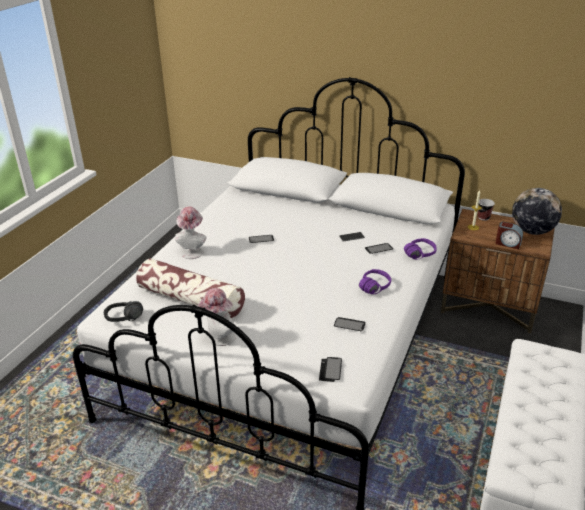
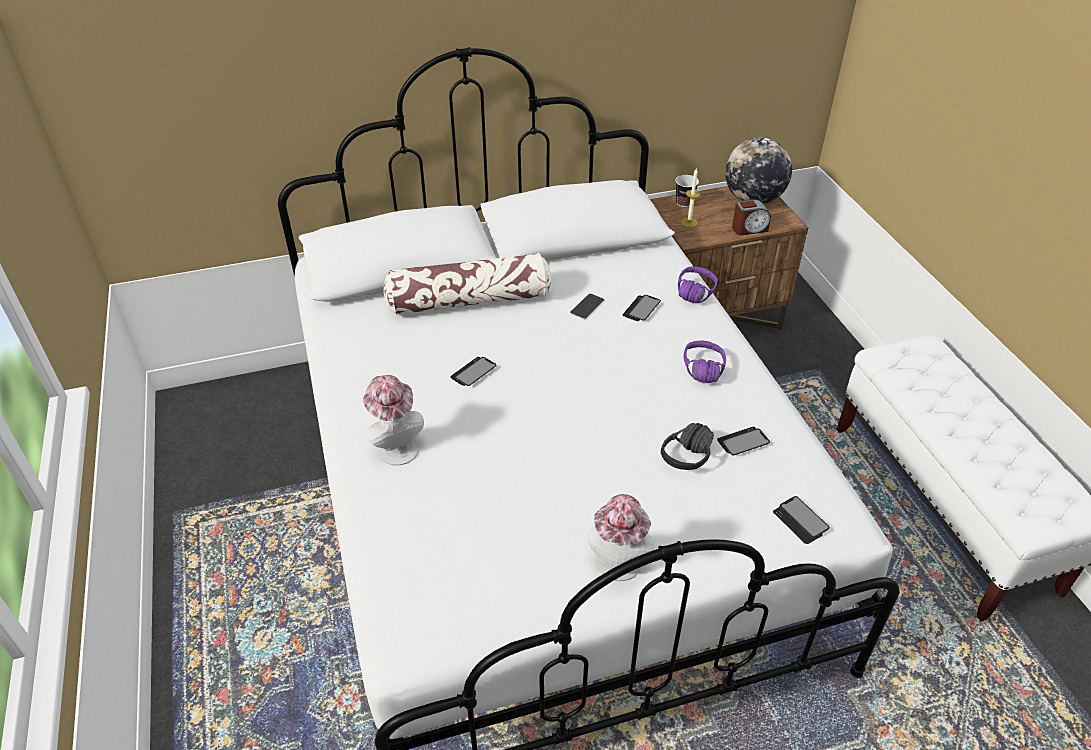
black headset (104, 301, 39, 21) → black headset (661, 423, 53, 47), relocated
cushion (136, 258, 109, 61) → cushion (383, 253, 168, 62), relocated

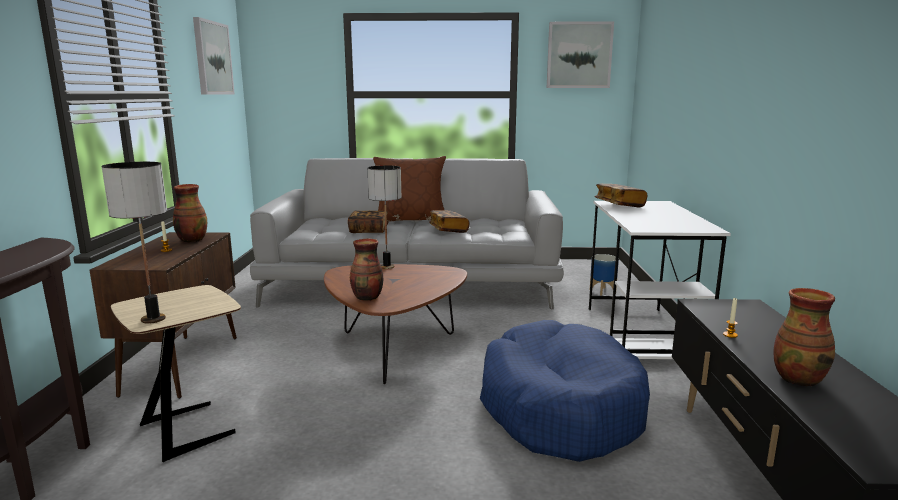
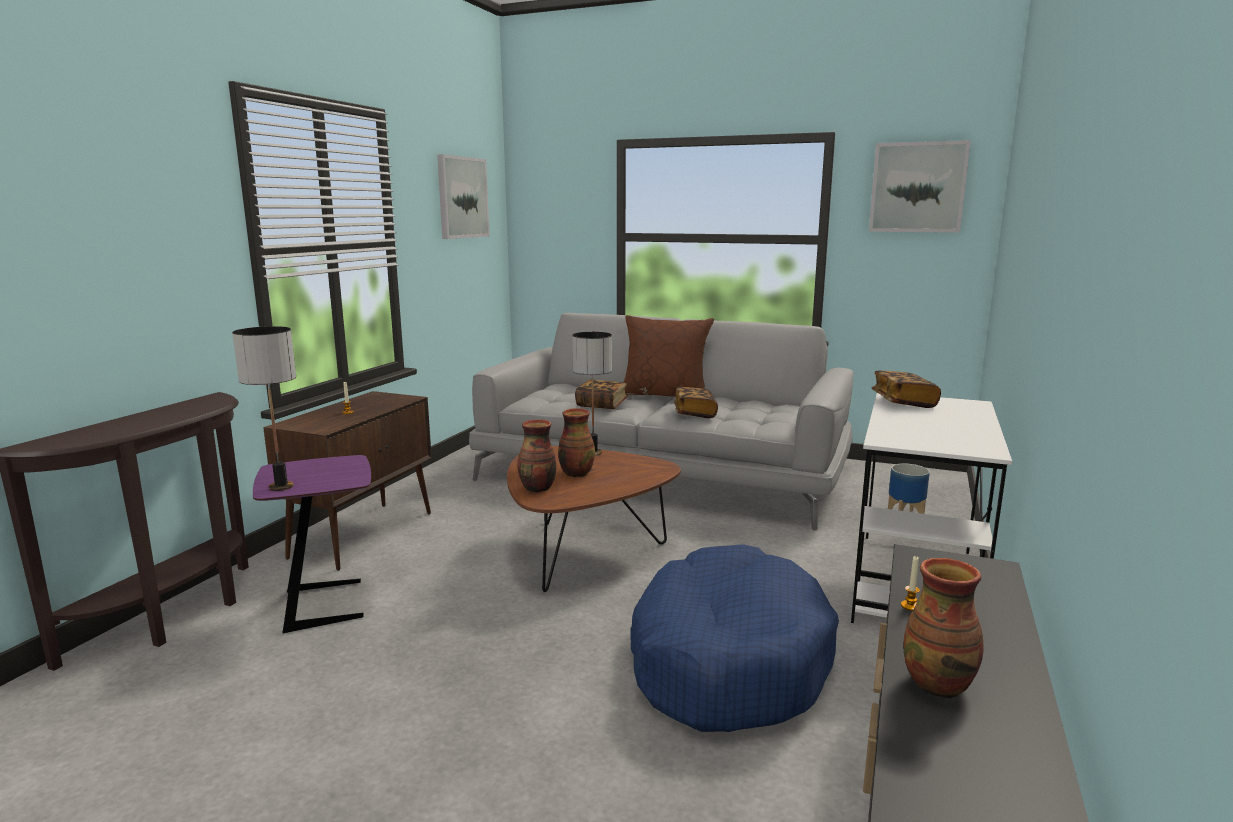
flower vase (173, 184, 34, 59) → flower vase (558, 408, 37, 69), relocated
beige-coloured accent table (111, 285, 130, 177) → purplish accent table (253, 455, 118, 179)

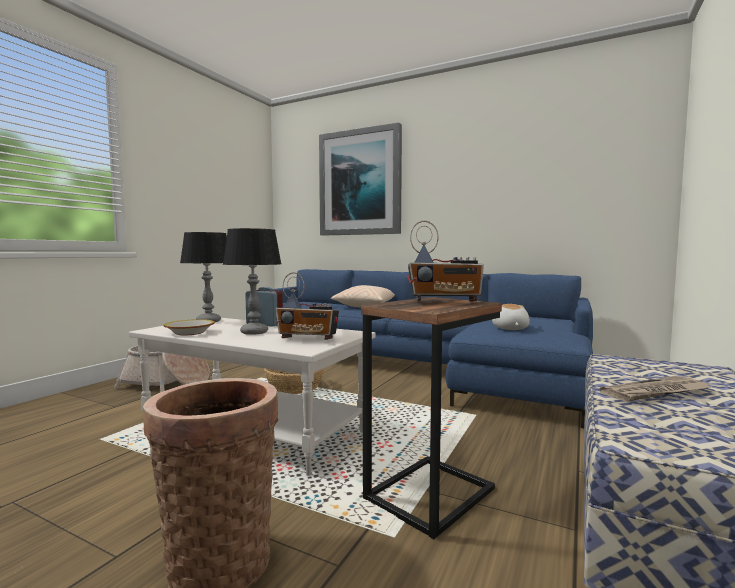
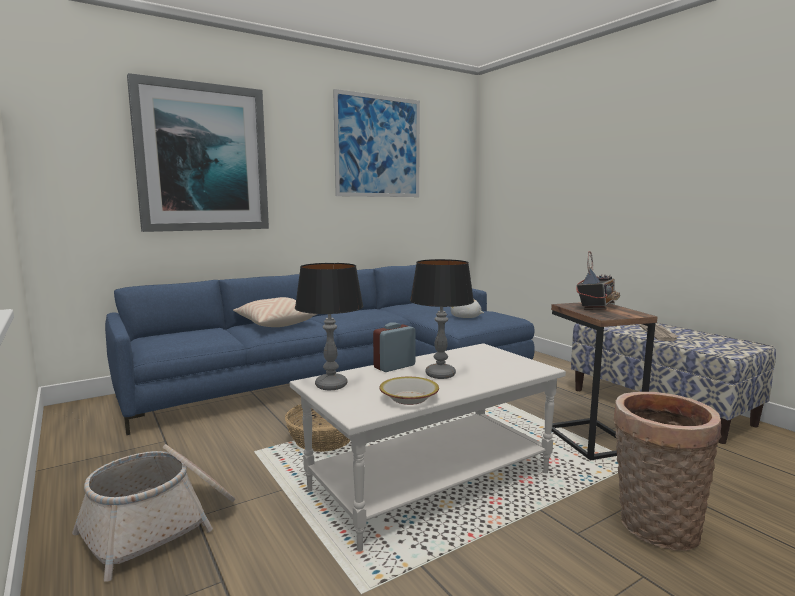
radio set (275, 272, 64, 68) → -
- → wall picture (333, 89, 87, 108)

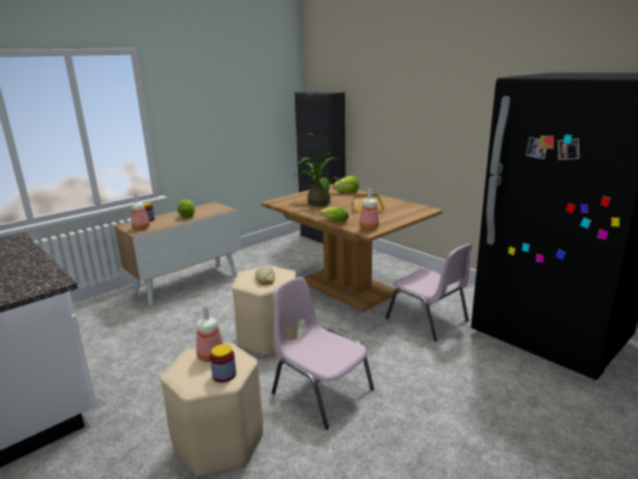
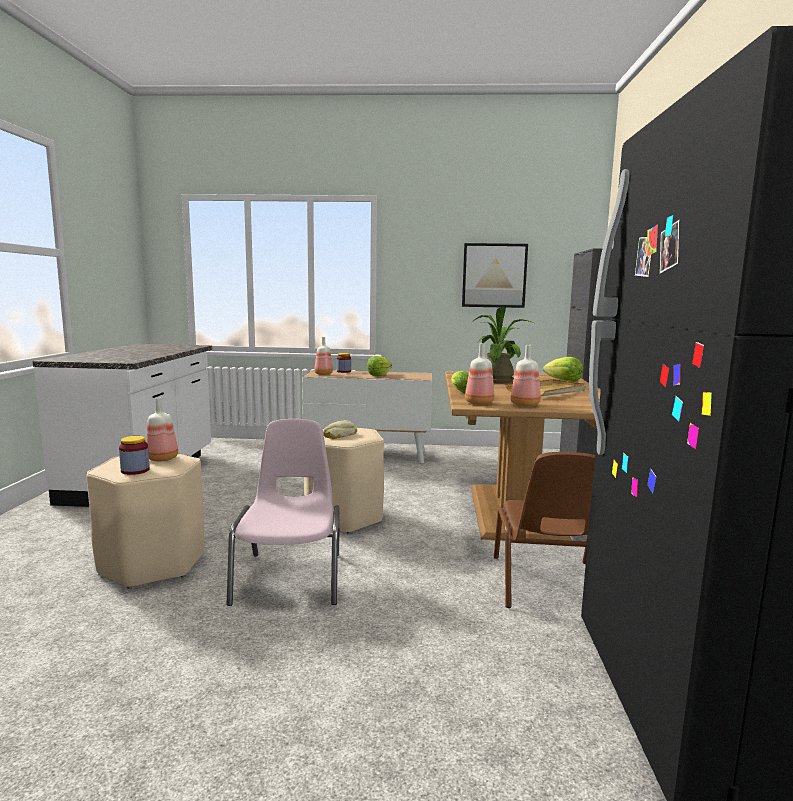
- → wall picture (462, 243, 66, 65)
- → bottle (511, 345, 30, 62)
pink plain chair (386, 244, 86, 98) → brown-coloured plain chair (494, 452, 101, 156)

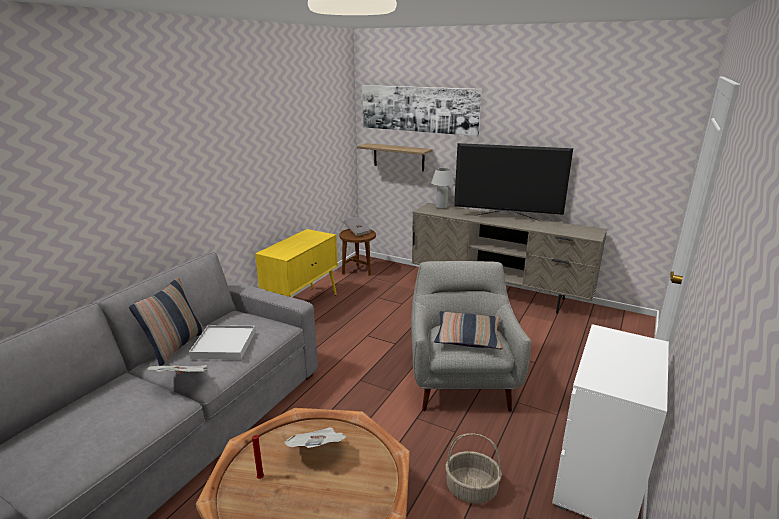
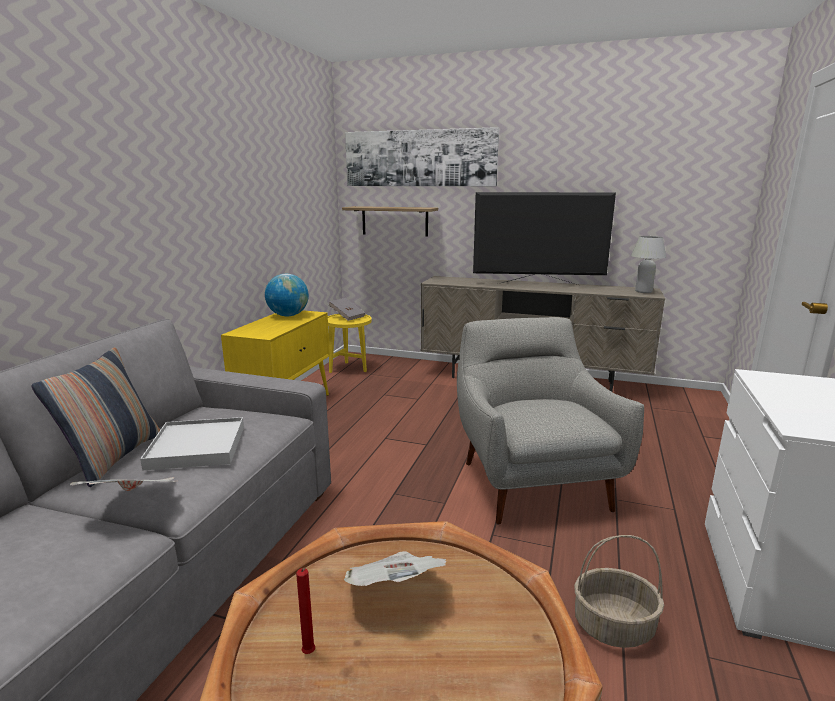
cushion (434, 311, 68, 38) → -
- → globe (265, 274, 44, 42)
white table lamp (431, 168, 23, 41) → white table lamp (631, 236, 35, 57), relocated
brown-coloured accent table (339, 229, 37, 47) → yellow-coloured accent table (328, 314, 44, 59)

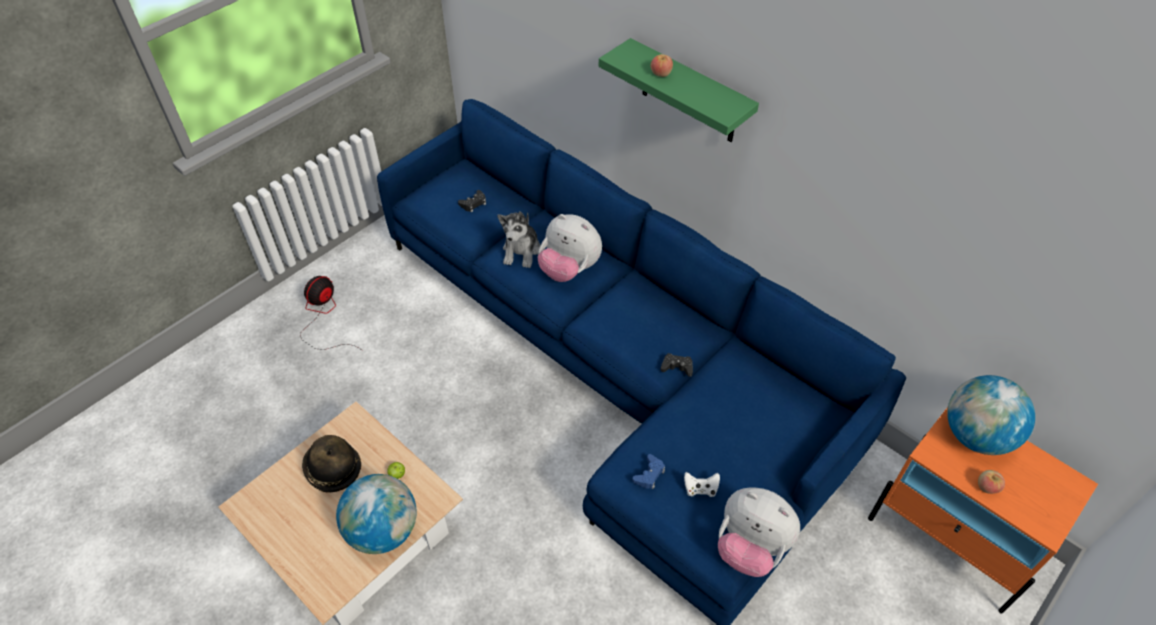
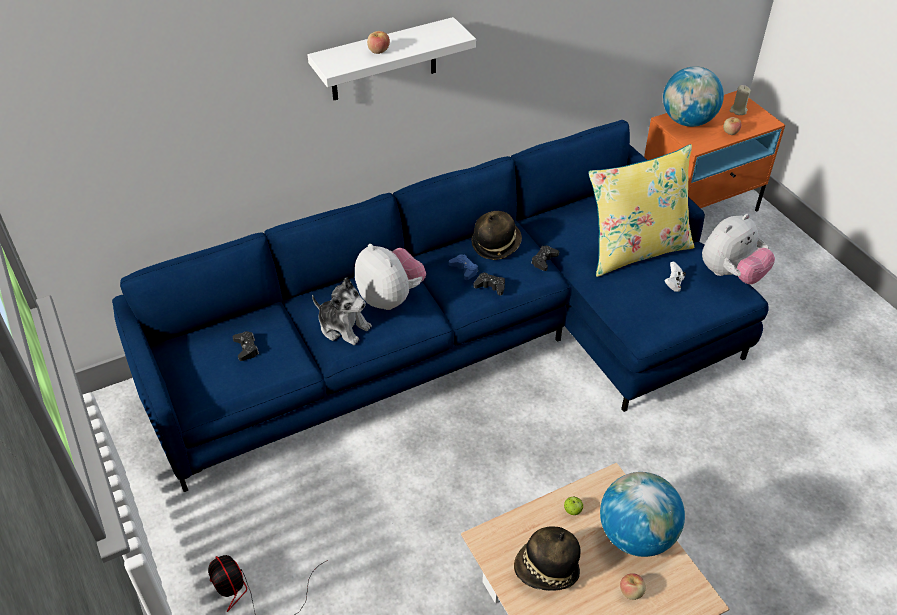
- → clothing hat (471, 211, 51, 49)
- → black gamepad (474, 272, 31, 23)
- → yellow-coloured cushion (588, 144, 106, 133)
- → apple fruit (620, 573, 26, 27)
- → beige-coloured candle (730, 85, 21, 30)
blue-coloured gamepad (632, 454, 33, 35) → blue-coloured gamepad (449, 254, 29, 26), relocated
green-coloured bracket shelf (599, 38, 160, 104) → white bracket shelf (308, 17, 168, 83)
plush toy (537, 214, 65, 68) → plush toy (355, 244, 71, 66), 90 degrees counterclockwise

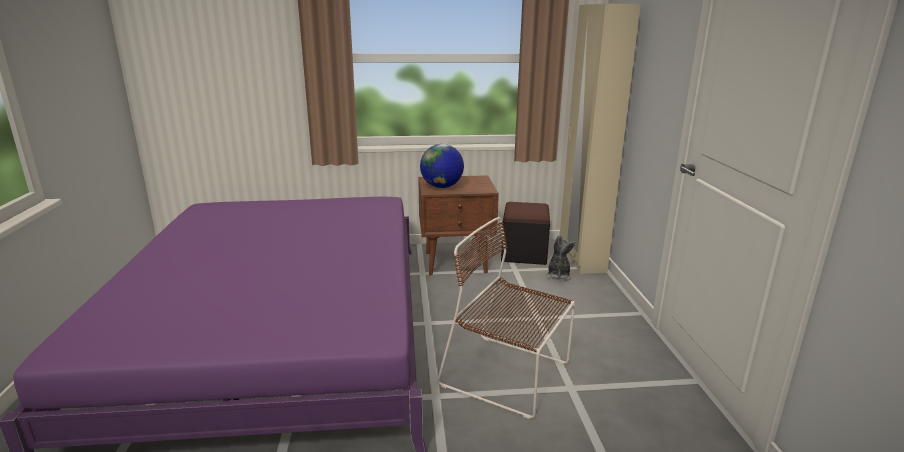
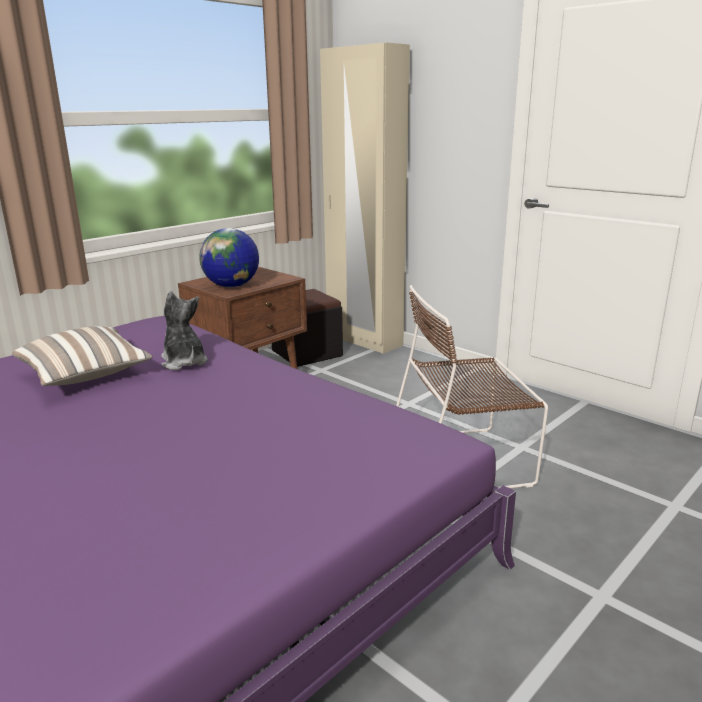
- → cushion (12, 326, 141, 60)
plush toy (545, 235, 30, 46) → plush toy (161, 291, 47, 79), relocated

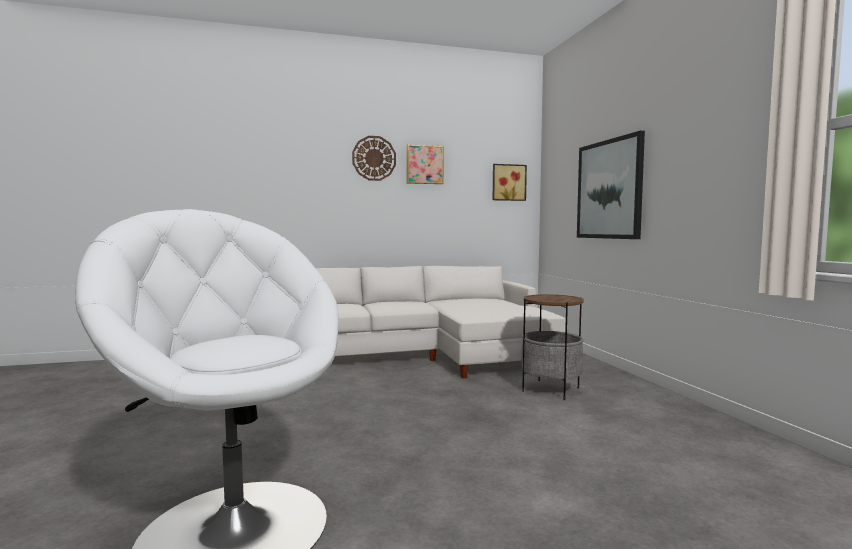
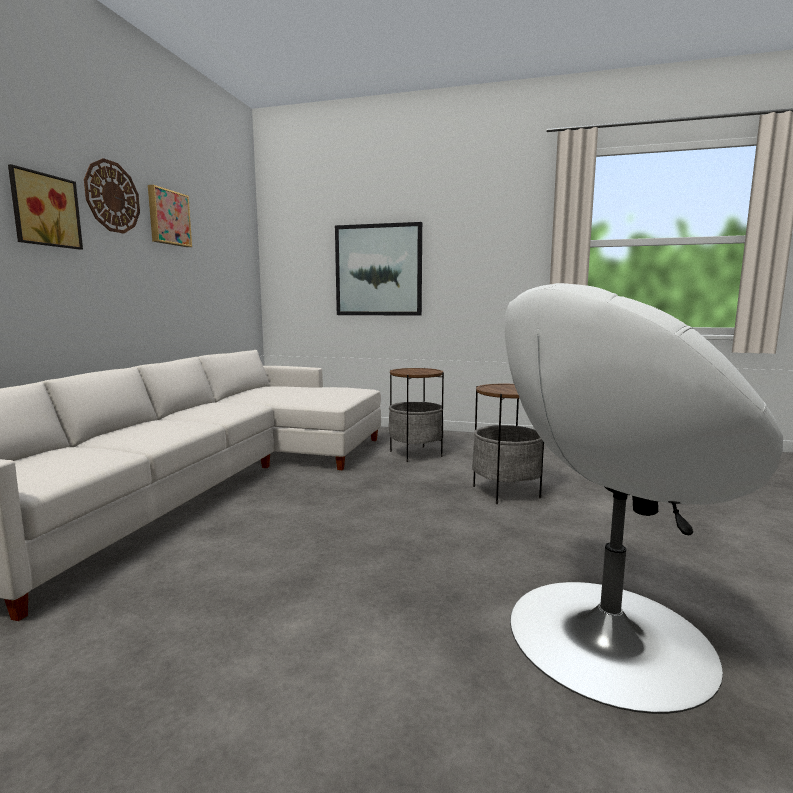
- → accent table (472, 384, 72, 120)
wall picture (493, 164, 34, 37) → wall picture (8, 164, 75, 86), relocated

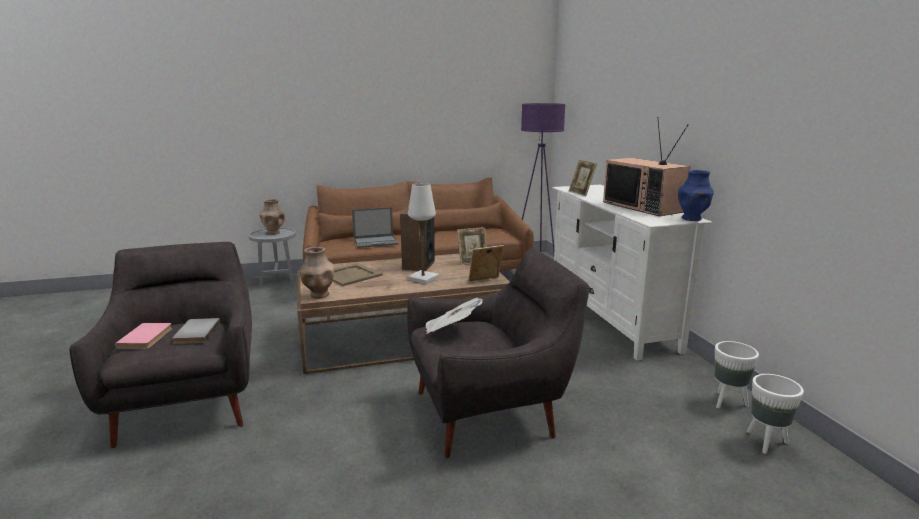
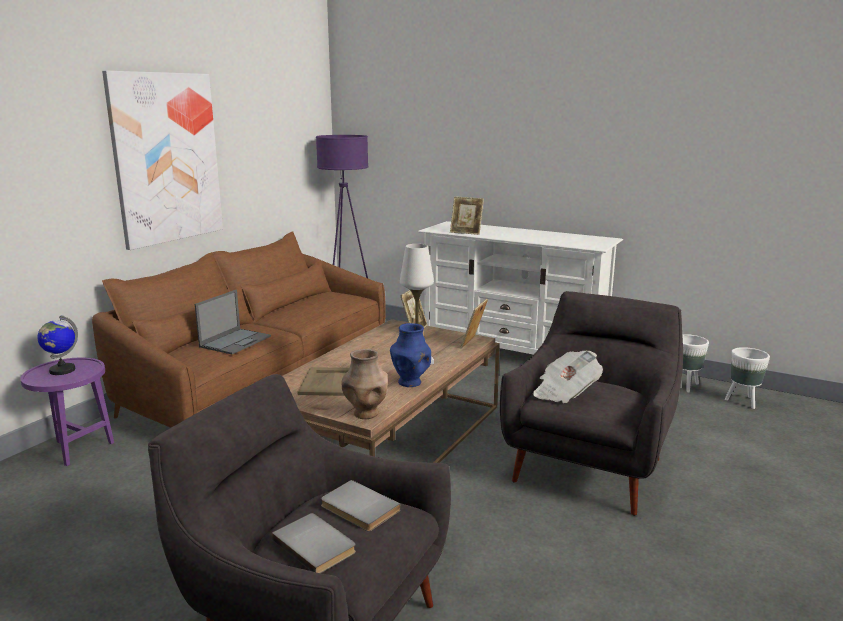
speaker (400, 209, 35, 62) → -
television (603, 117, 88, 99) → -
- → wall picture (102, 71, 121, 179)
blue-coloured flower vase (678, 170, 36, 51) → blue-coloured flower vase (390, 323, 41, 64), relocated
brown-coloured flower vase (259, 199, 26, 36) → globe (37, 315, 41, 60)
pink book (115, 323, 57, 26) → greyish book (272, 513, 84, 60)
greyish accent table (249, 228, 47, 60) → purplish accent table (20, 358, 94, 108)

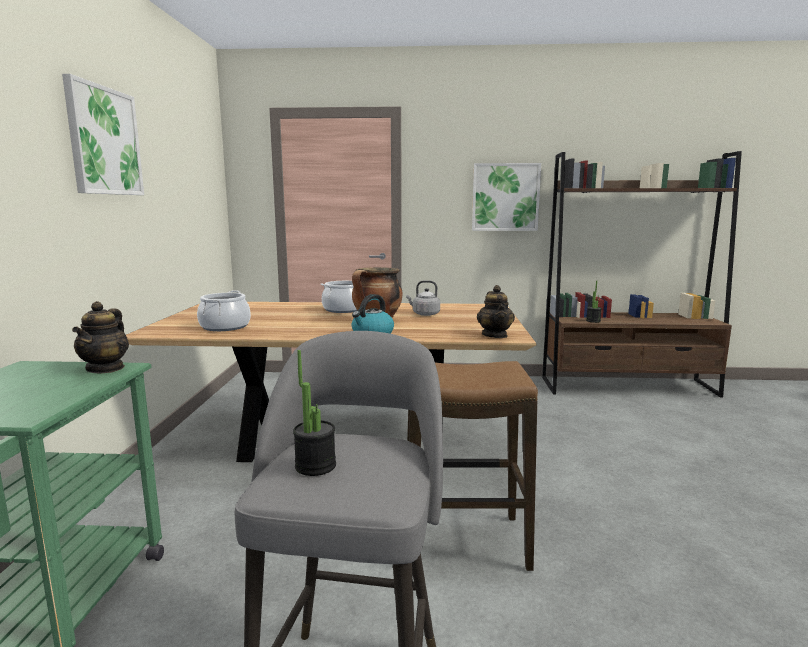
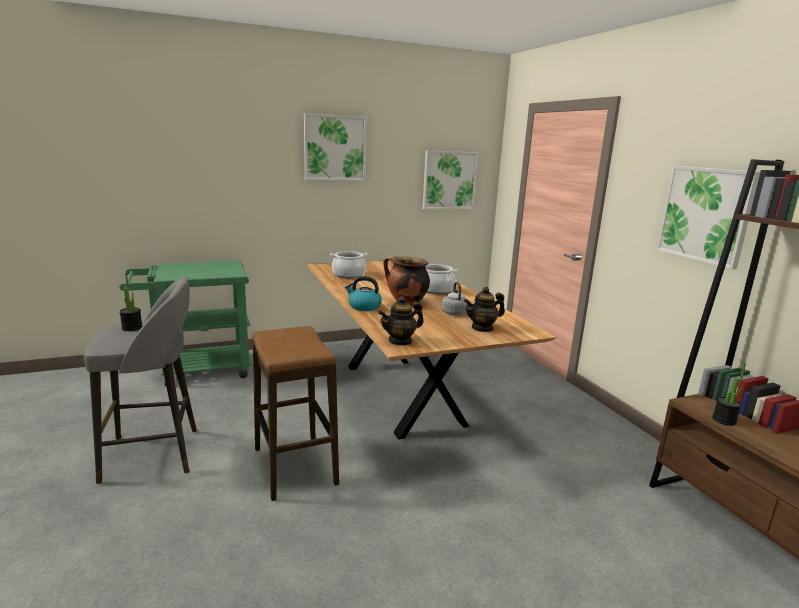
- → wall picture (423, 151, 55, 58)
tea pot (72, 301, 57, 72) → tea pot (464, 287, 41, 45), relocated

